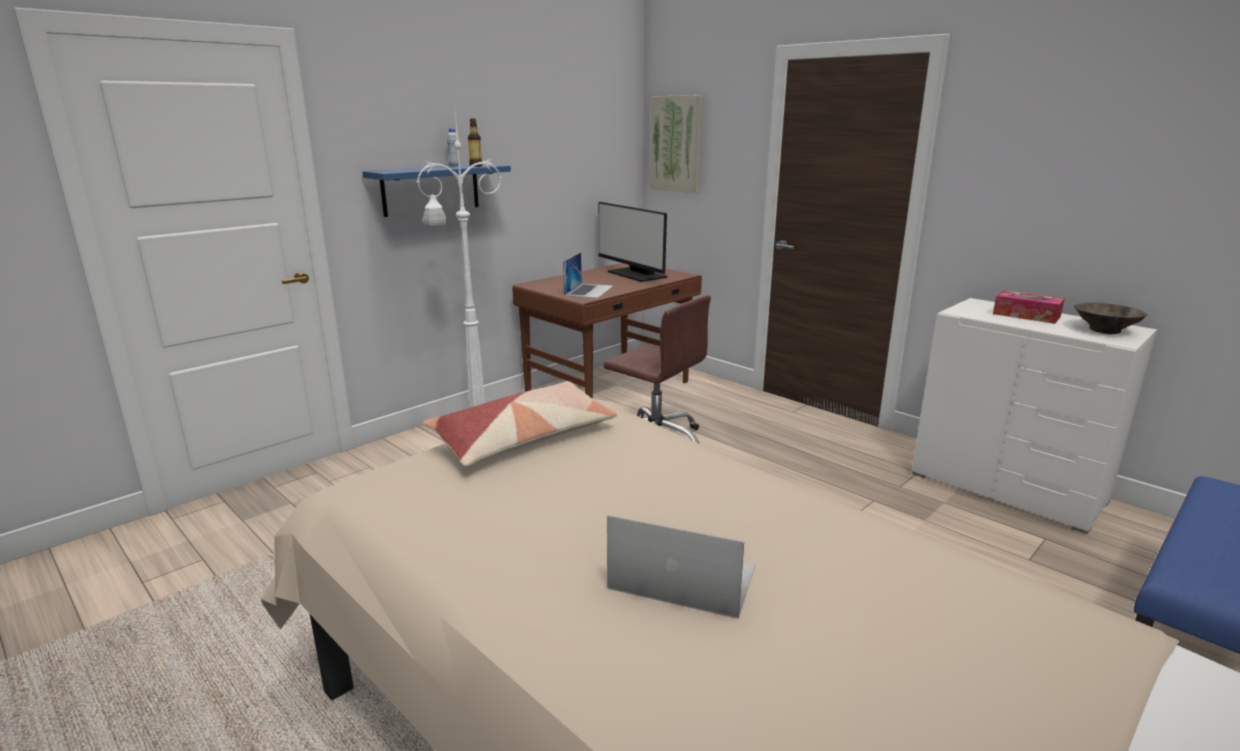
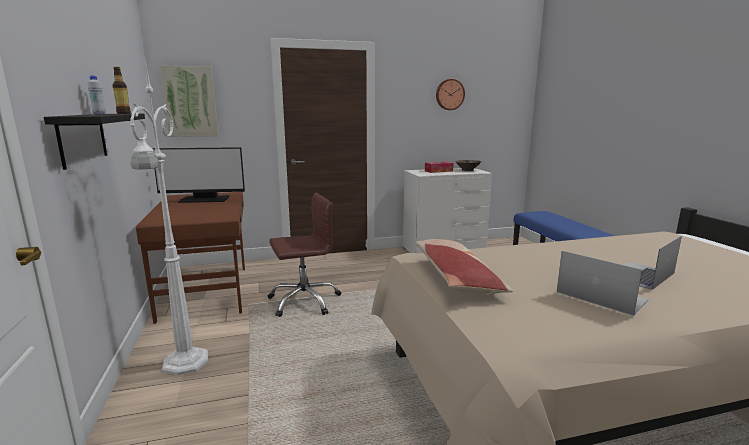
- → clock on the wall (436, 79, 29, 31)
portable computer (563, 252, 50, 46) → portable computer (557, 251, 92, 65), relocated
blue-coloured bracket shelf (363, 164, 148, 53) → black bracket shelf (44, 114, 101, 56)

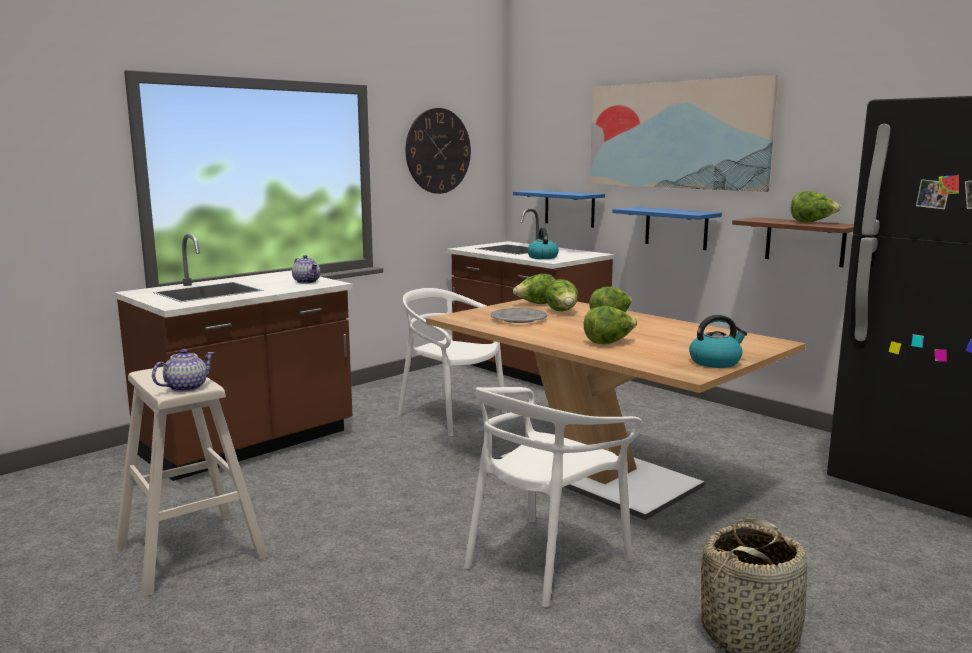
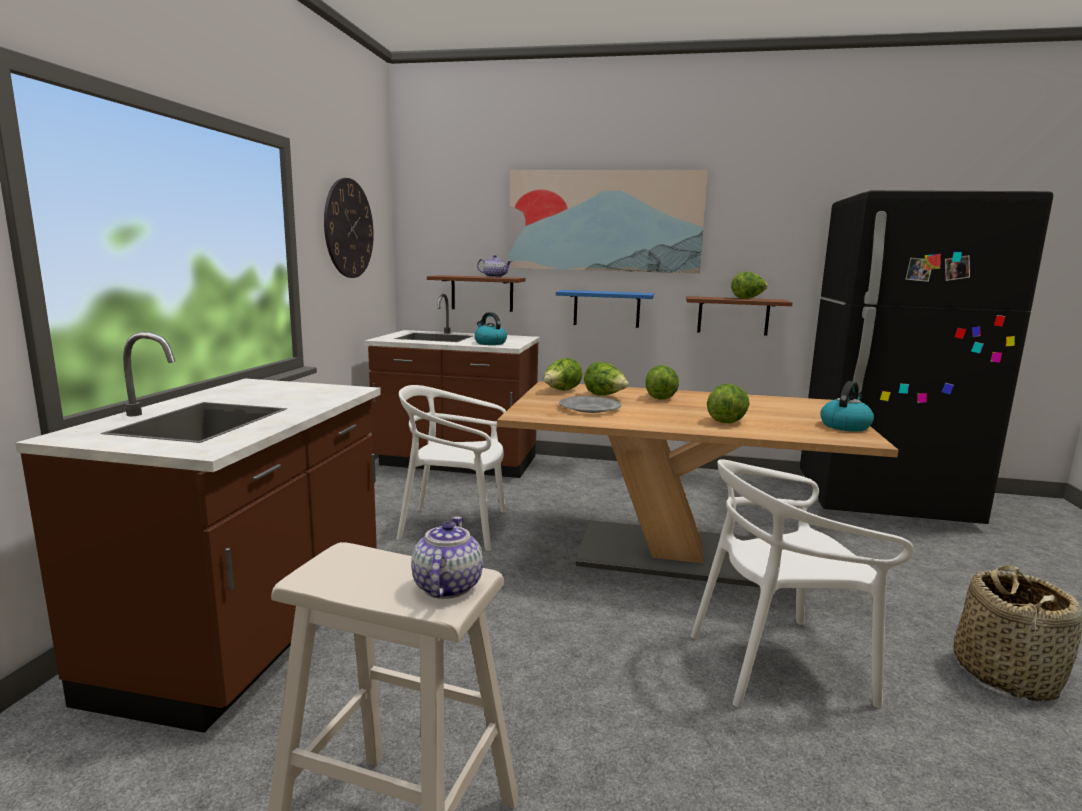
tea pot (292, 255, 28, 28) → tea pot (477, 255, 35, 22), relocated
blue-coloured bracket shelf (513, 190, 92, 38) → brown-coloured bracket shelf (427, 275, 99, 37)
white plain chair (464, 387, 179, 220) → white plain chair (691, 459, 223, 249), 75 degrees clockwise

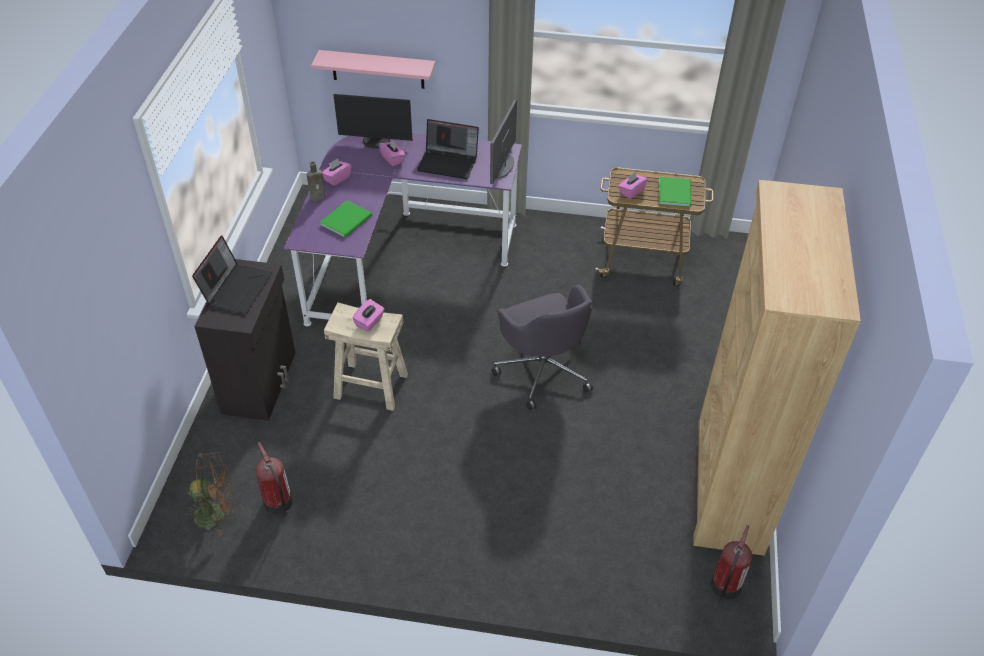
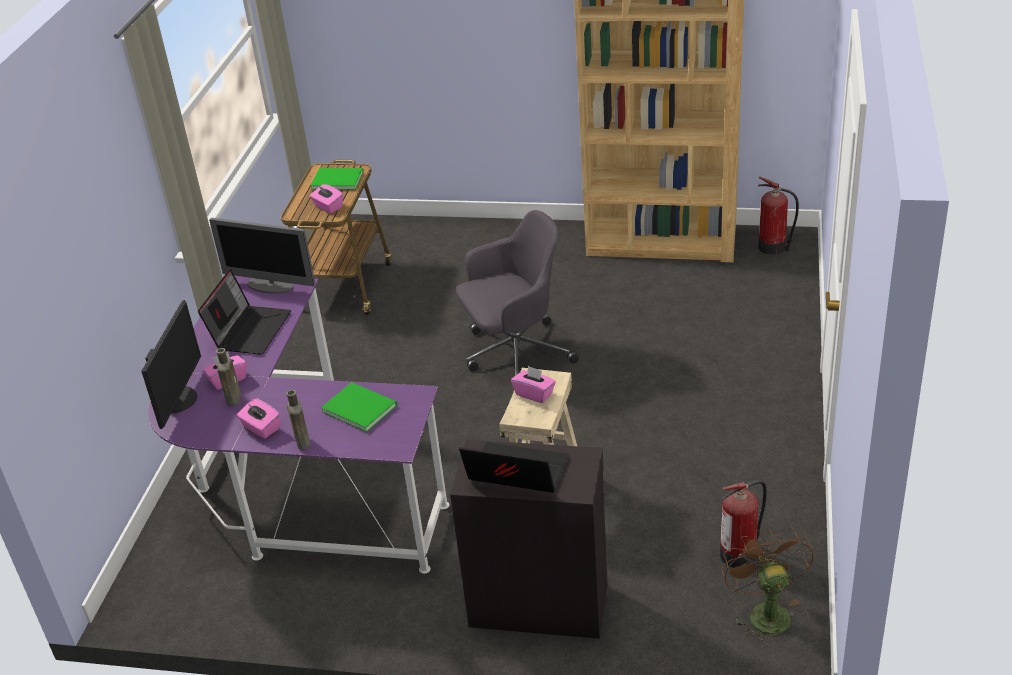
pink bracket shelf (311, 50, 124, 39) → -
- → brown-coloured bottle (216, 348, 25, 58)

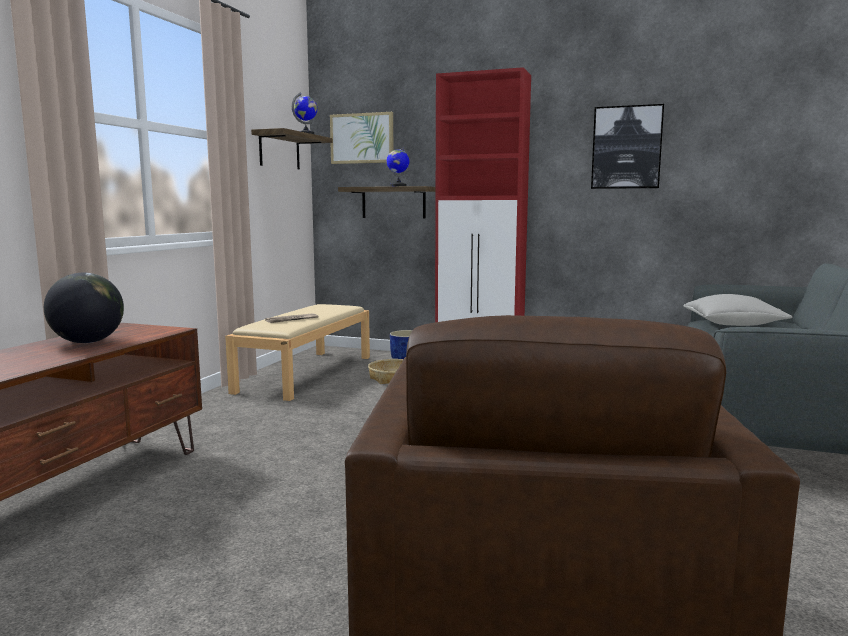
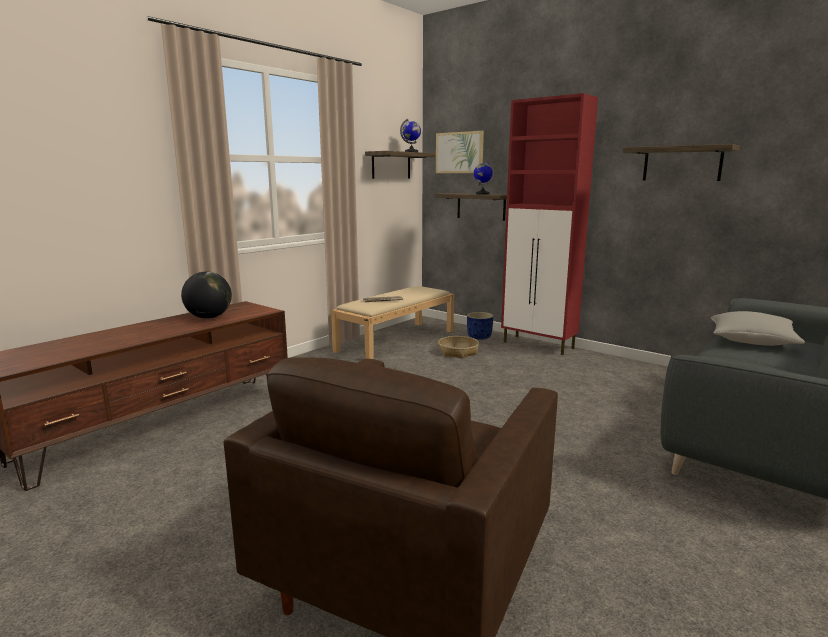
wall picture (591, 104, 73, 85) → bracket shelf (623, 144, 117, 37)

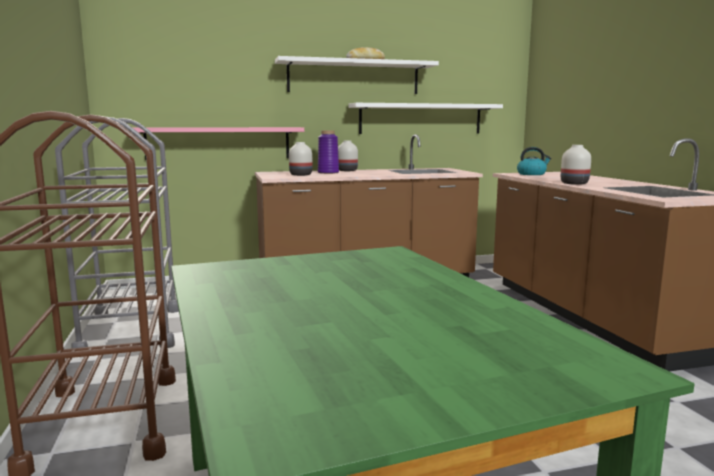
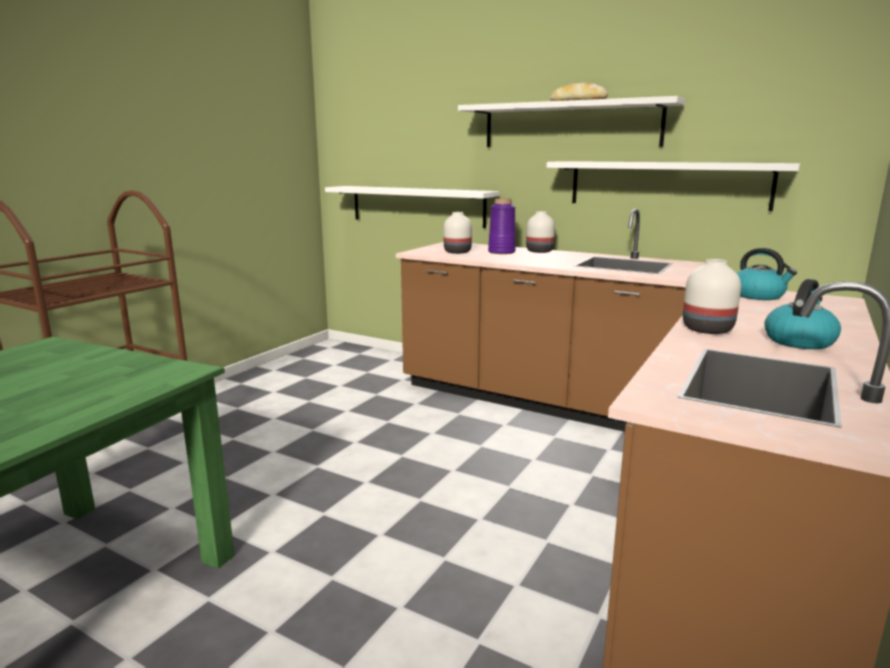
greyish wheeled cart (55, 117, 124, 231) → -
- → tea kettle (764, 279, 77, 70)
pink bracket shelf (132, 127, 172, 33) → white bracket shelf (325, 186, 174, 42)

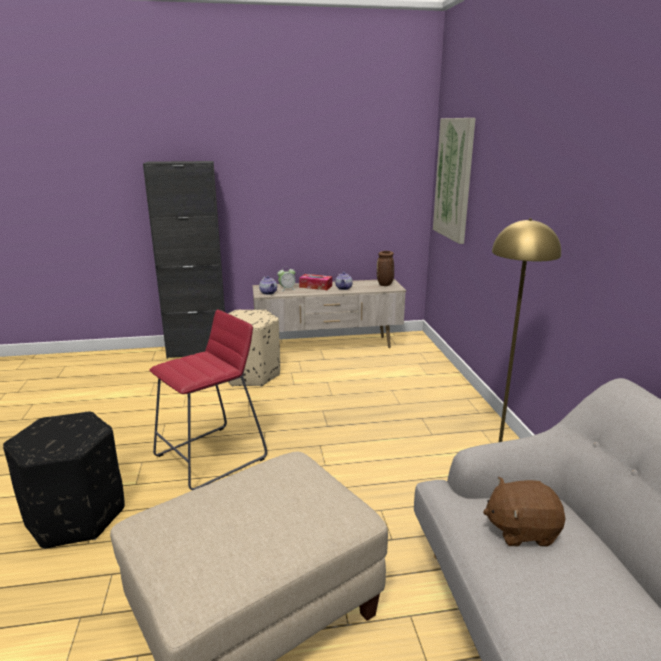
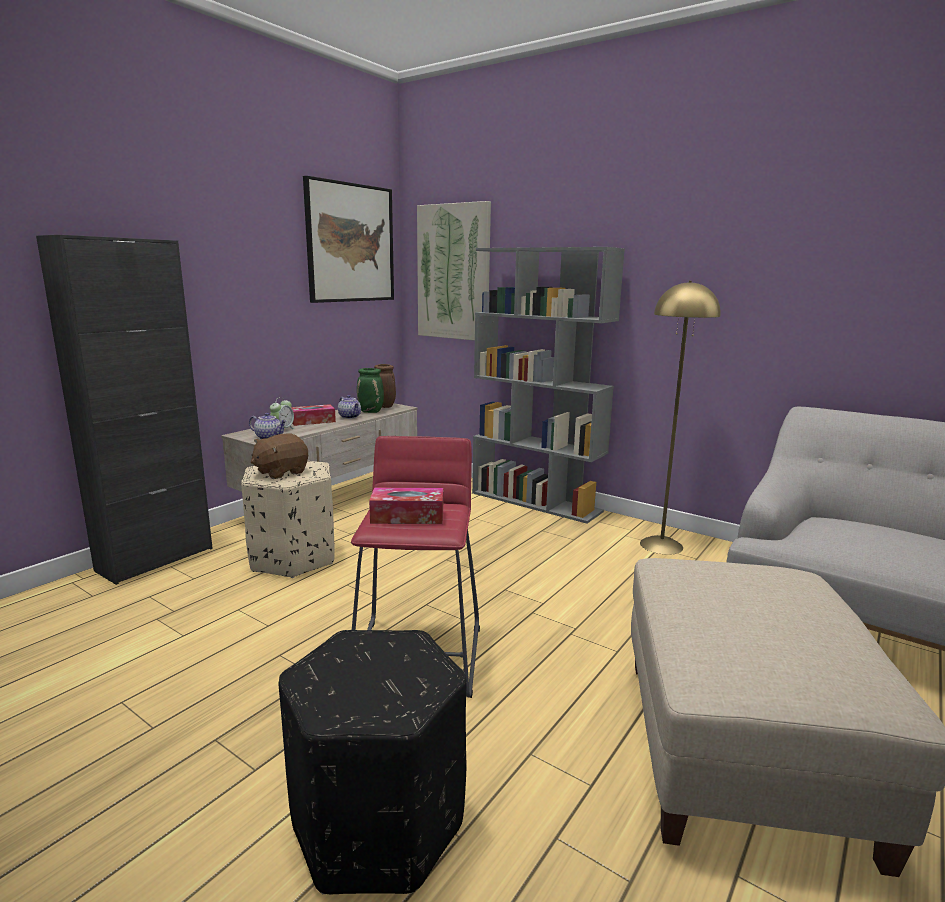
- → wall picture (303, 176, 91, 127)
- → green-coloured flower vase (357, 368, 27, 45)
- → box of tissues (369, 488, 74, 36)
- → greyish bookshelf (472, 247, 153, 277)
brown-coloured plush toy (483, 477, 82, 70) → brown-coloured plush toy (251, 434, 57, 45), relocated

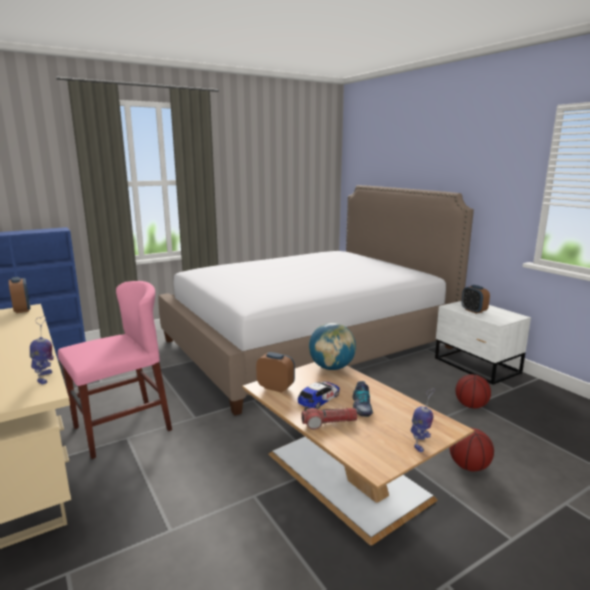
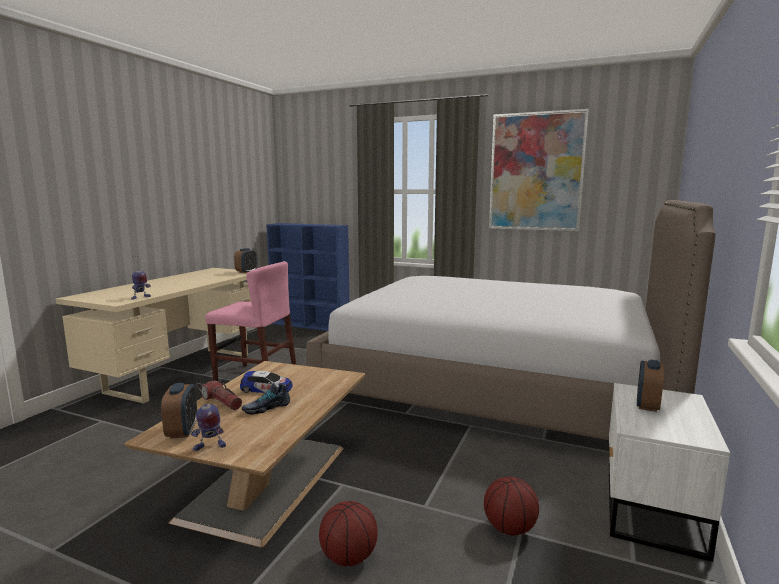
globe (309, 323, 47, 47) → -
- → wall picture (489, 109, 100, 122)
alarm clock (256, 352, 39, 41) → alarm clock (161, 383, 36, 56), relocated

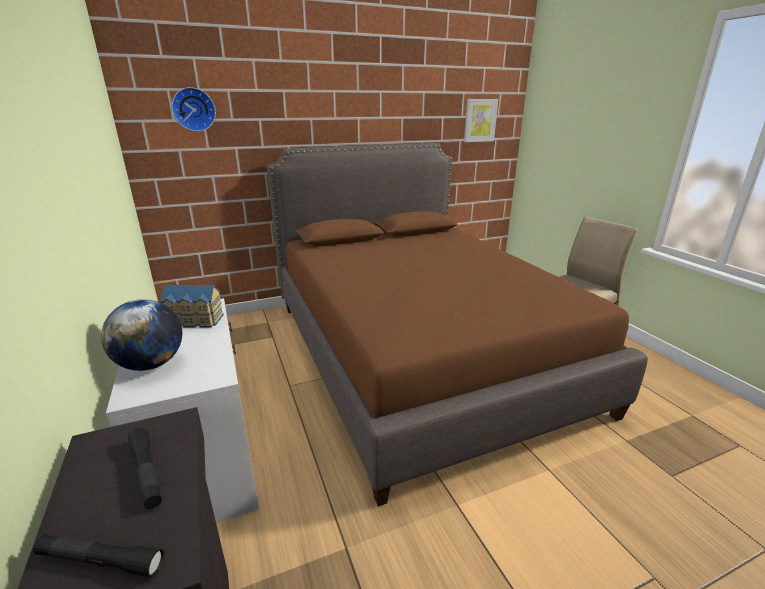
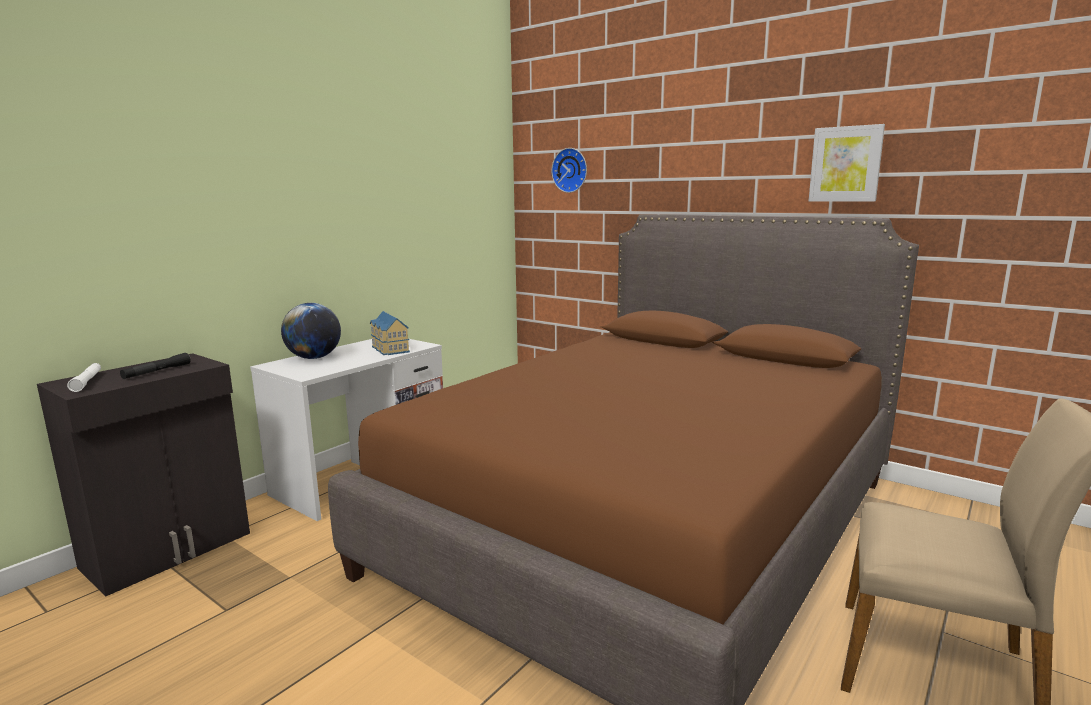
wall picture (464, 99, 34, 43) → wall picture (809, 124, 76, 78), relocated
black hand torch (33, 534, 132, 44) → white hand torch (67, 363, 34, 29)

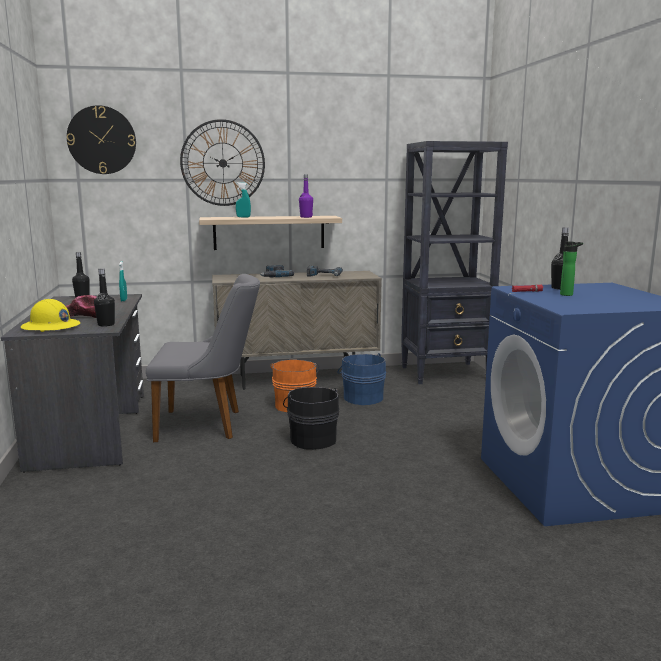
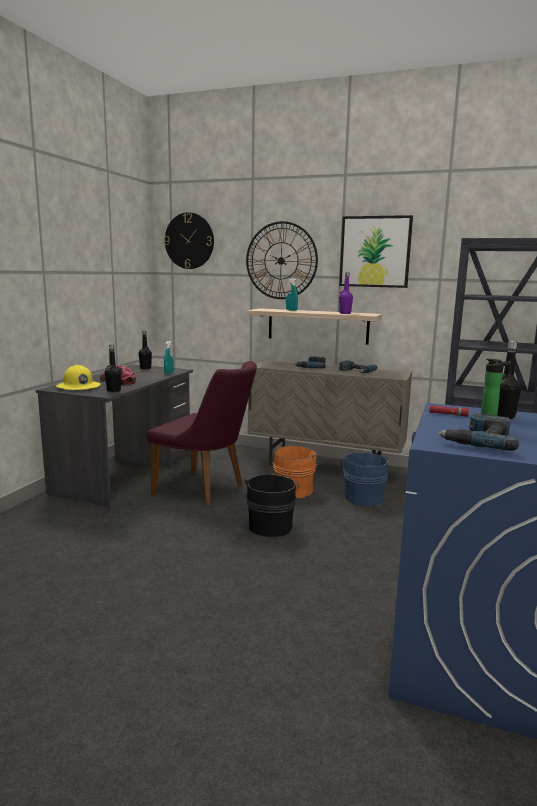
- → wall picture (339, 215, 74, 73)
- → drill (438, 413, 81, 38)
greyish plain chair (146, 274, 114, 168) → purplish plain chair (147, 361, 110, 146)

